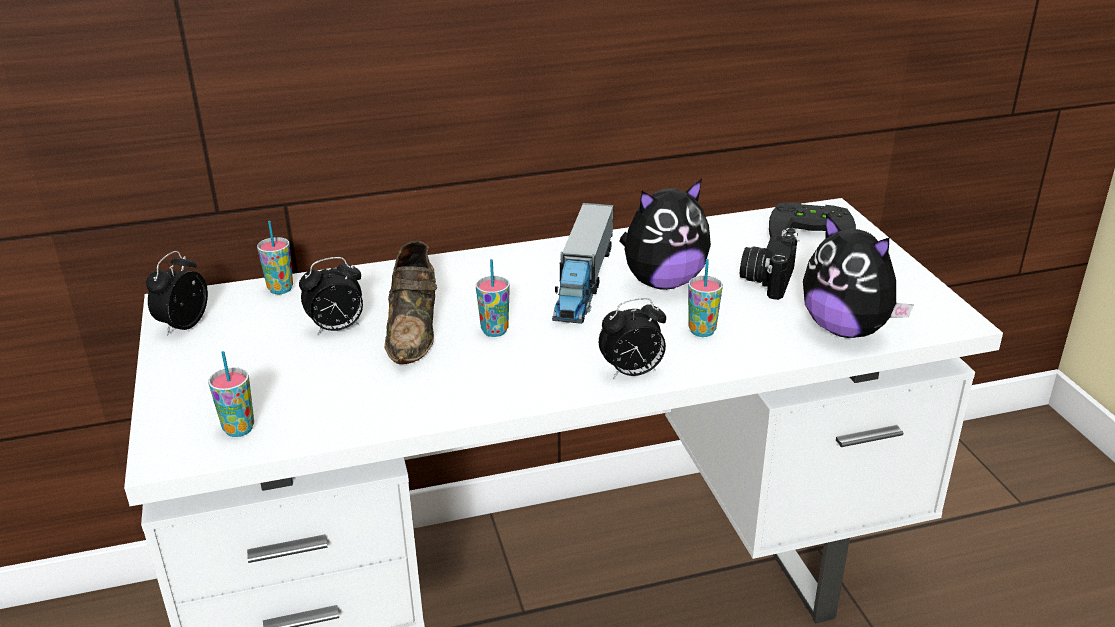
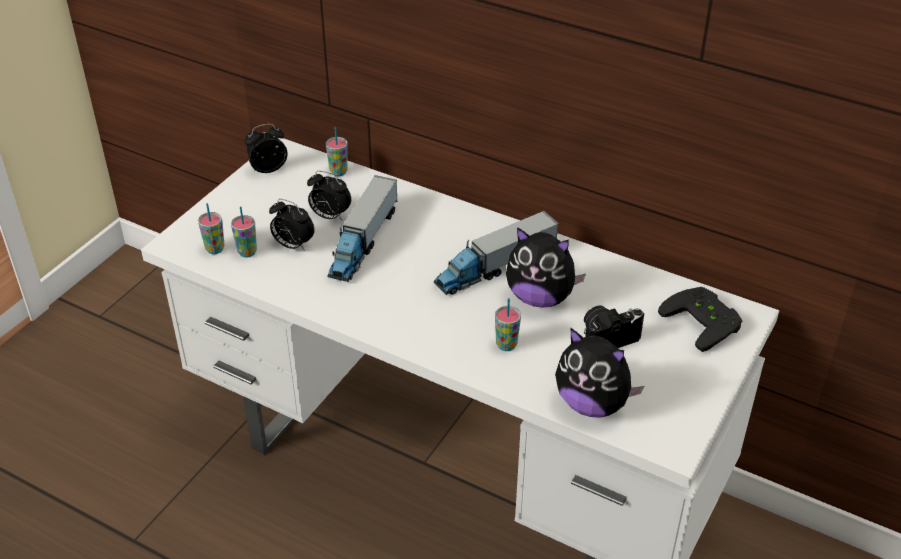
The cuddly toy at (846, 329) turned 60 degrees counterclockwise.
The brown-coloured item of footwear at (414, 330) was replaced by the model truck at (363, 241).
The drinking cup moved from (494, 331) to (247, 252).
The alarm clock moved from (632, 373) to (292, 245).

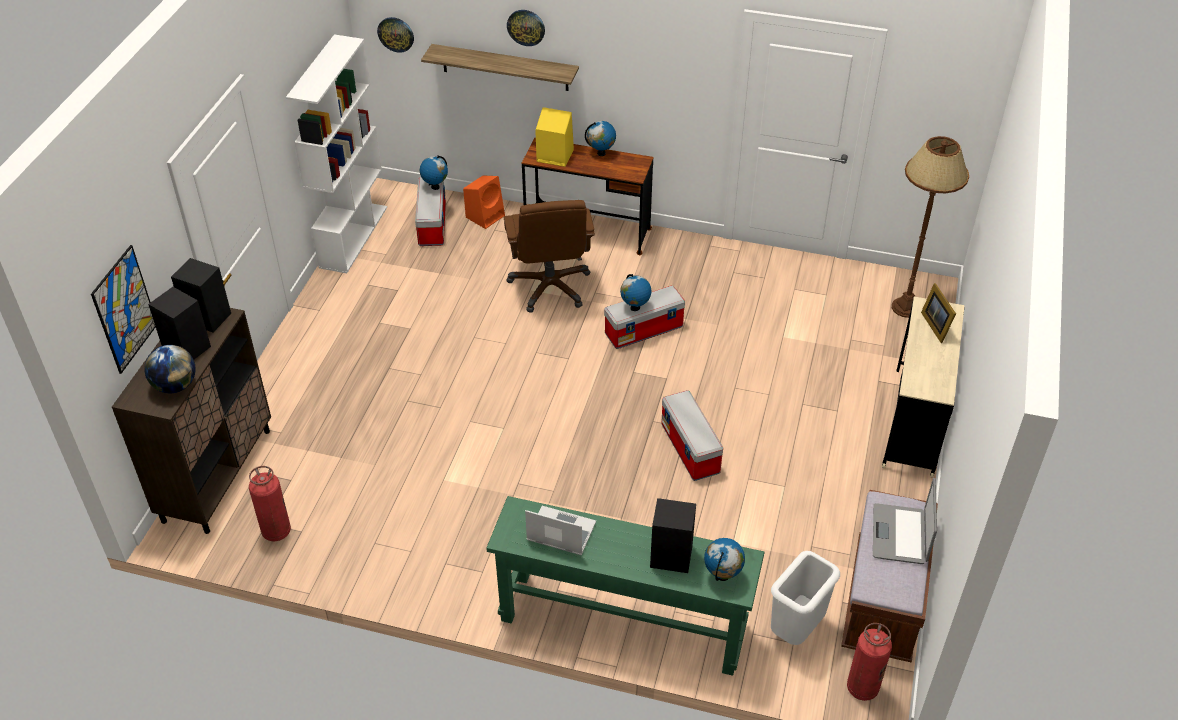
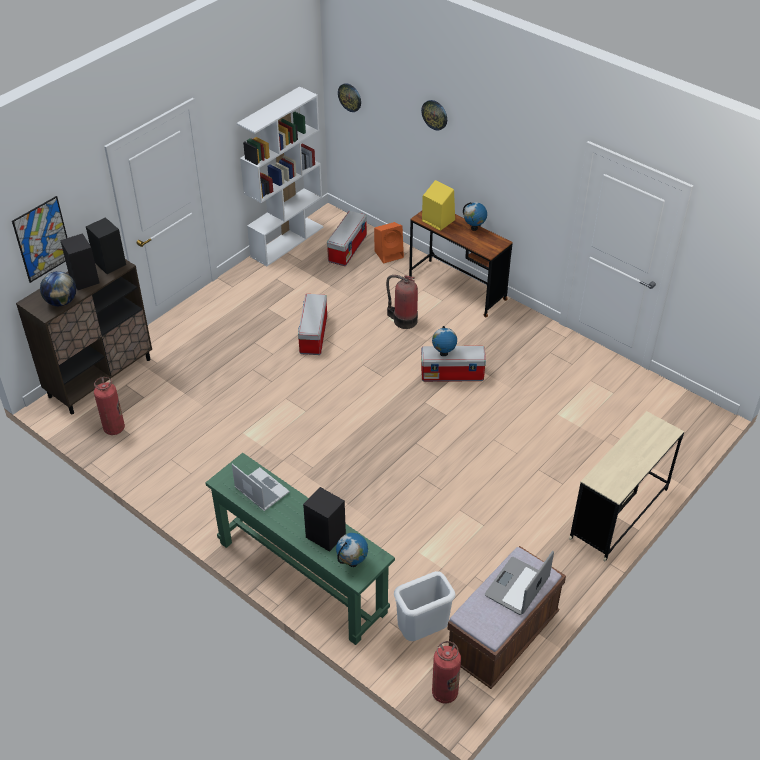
The shelf at (505, 67) disappeared.
The brown-coloured standard lamp at (905, 308) disappeared.
The world globe at (435, 187) disappeared.
The brown-coloured computer chair at (550, 287) was replaced by the extinguisher at (403, 320).
The photo frame at (936, 325) disappeared.
The storage box moved from (691, 449) to (314, 335).

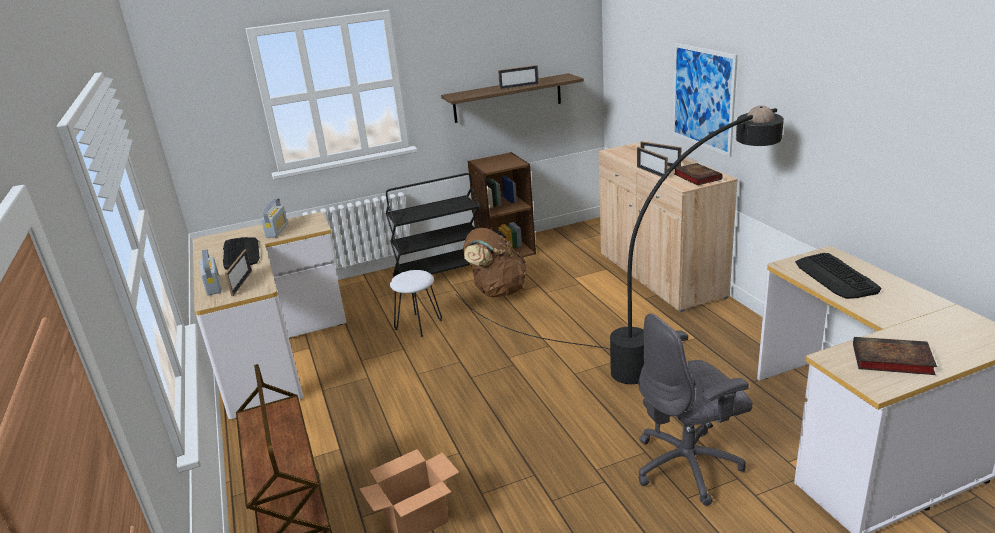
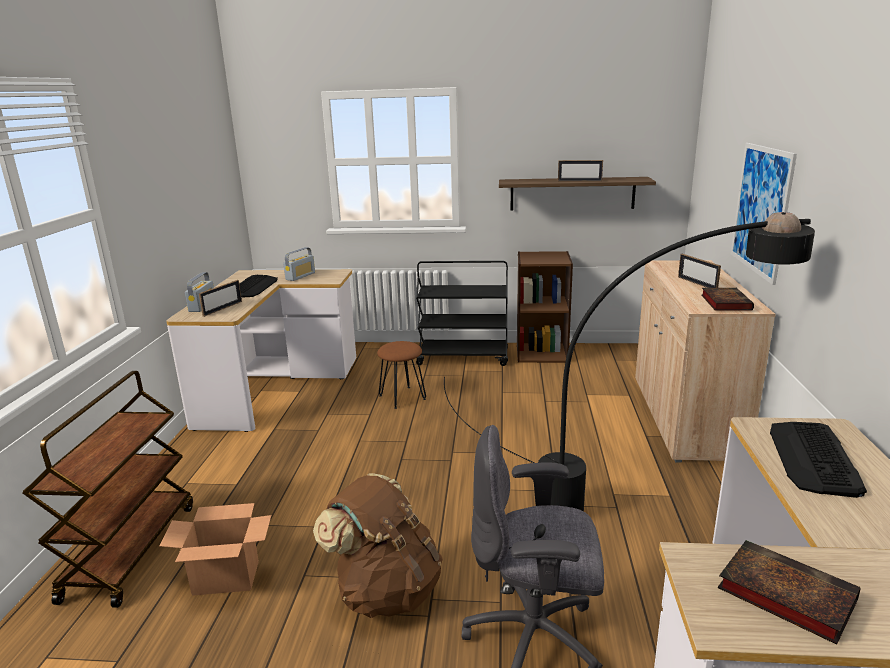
The photo frame at (651, 172) disappeared.
The brown-coloured rucksack moved from (497, 291) to (386, 590).
The whitish stool at (419, 325) became the brown-coloured stool at (402, 397).

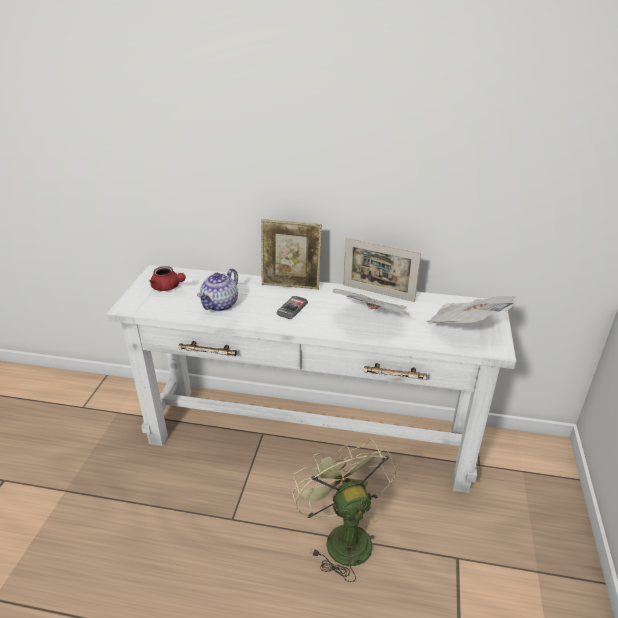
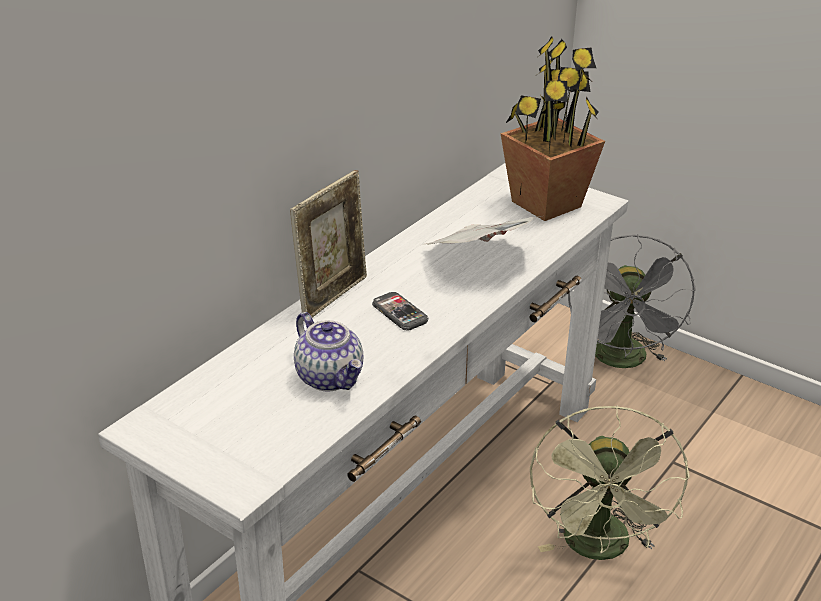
The photo frame at (378, 293) disappeared.
The red-coloured pot for tea at (168, 287) disappeared.
The printed paper at (466, 327) was replaced by the plant in a pot at (545, 204).
The green fan at (342, 536) turned 90 degrees counterclockwise.
The gray fan at (623, 361) appeared.

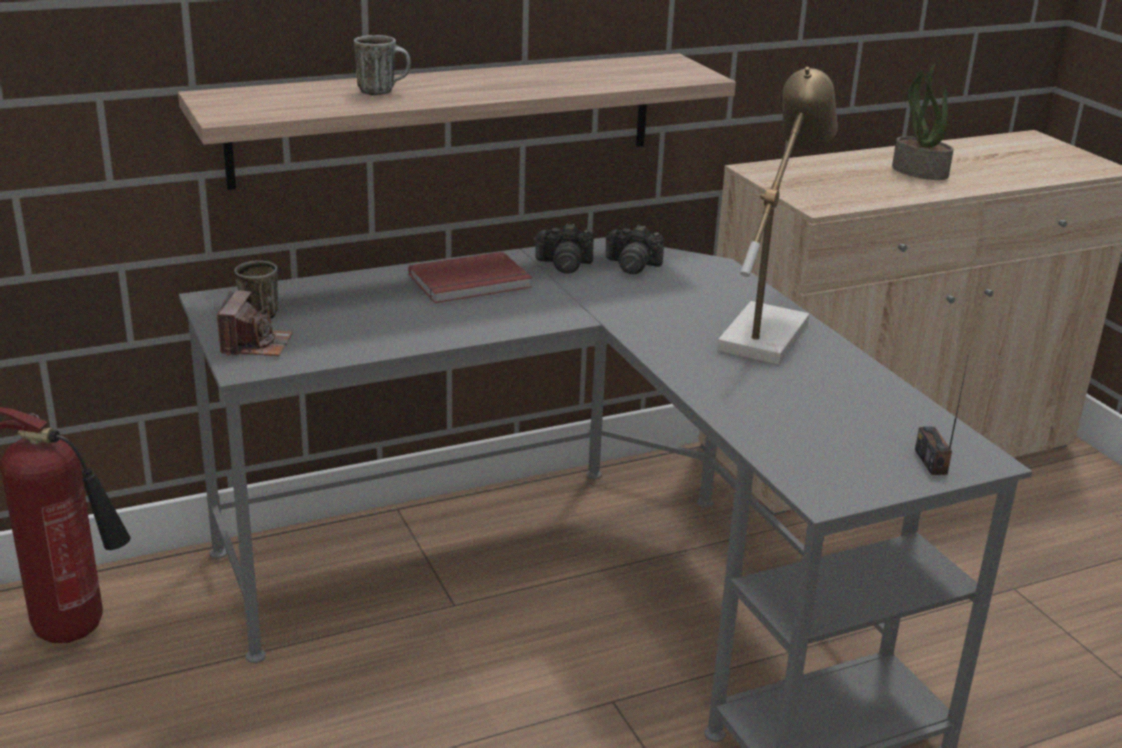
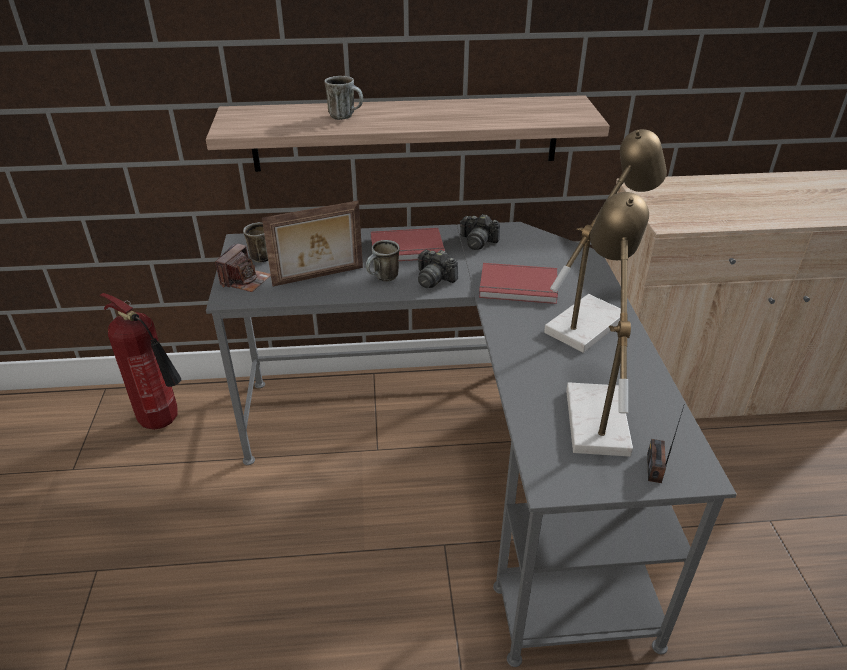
The plant in a pot at (918, 172) disappeared.
The photo camera moved from (632, 265) to (434, 279).
The table lamp at (593, 412) appeared.
The photo frame at (318, 277) appeared.
The coffee mug at (383, 278) appeared.
The red-coloured volume at (518, 287) appeared.

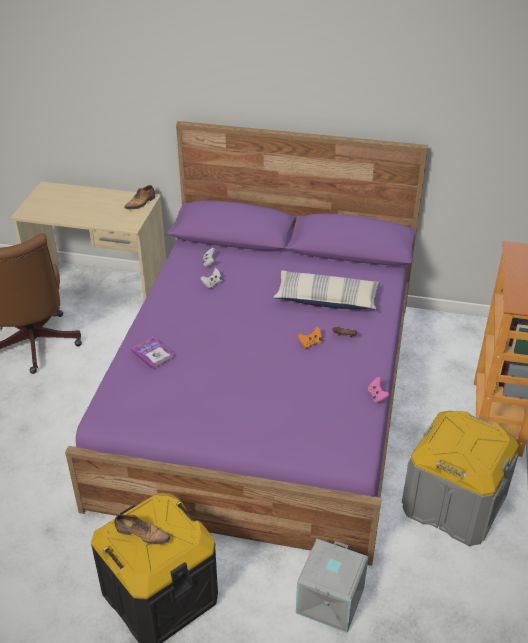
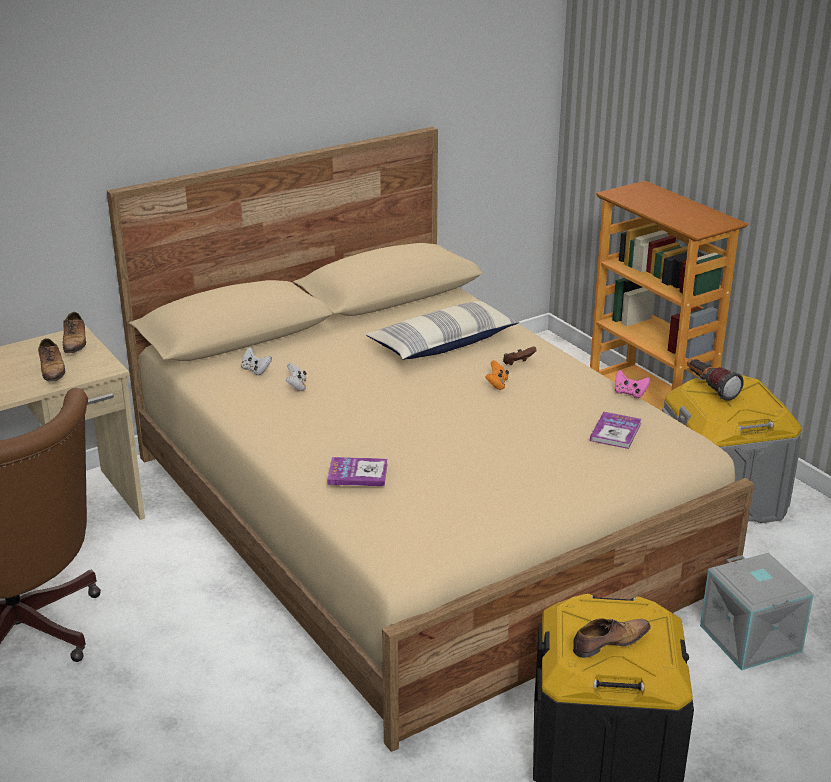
The purple sleeping bed at (265, 397) became the sand-coloured sleeping bed at (415, 516).
The item of footwear at (52, 370) appeared.
The hand torch at (709, 388) appeared.
The volume at (615, 432) appeared.

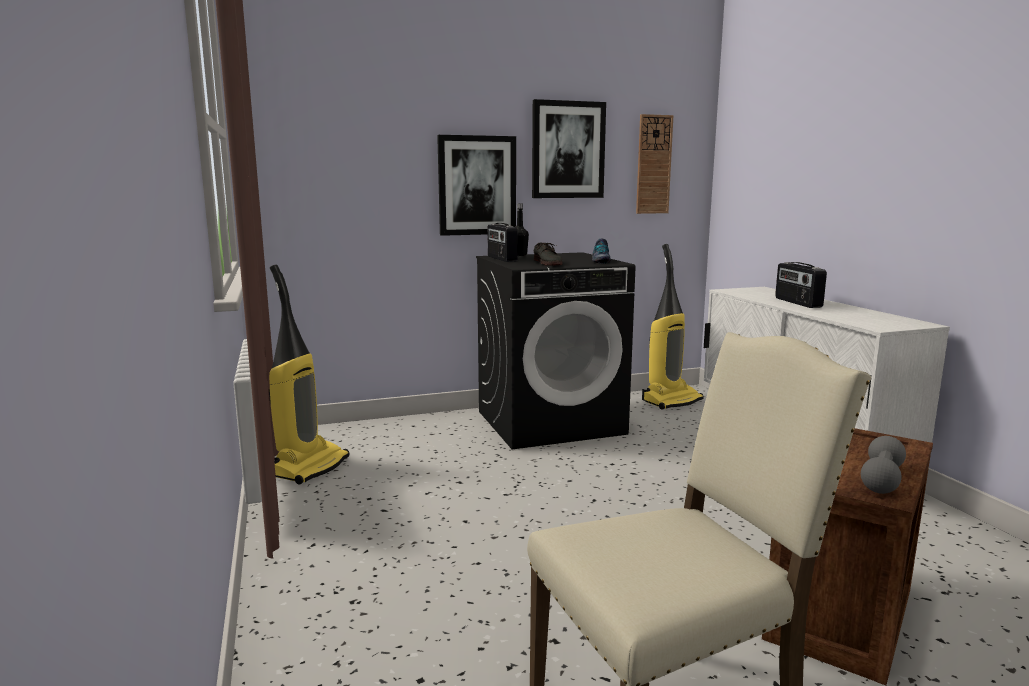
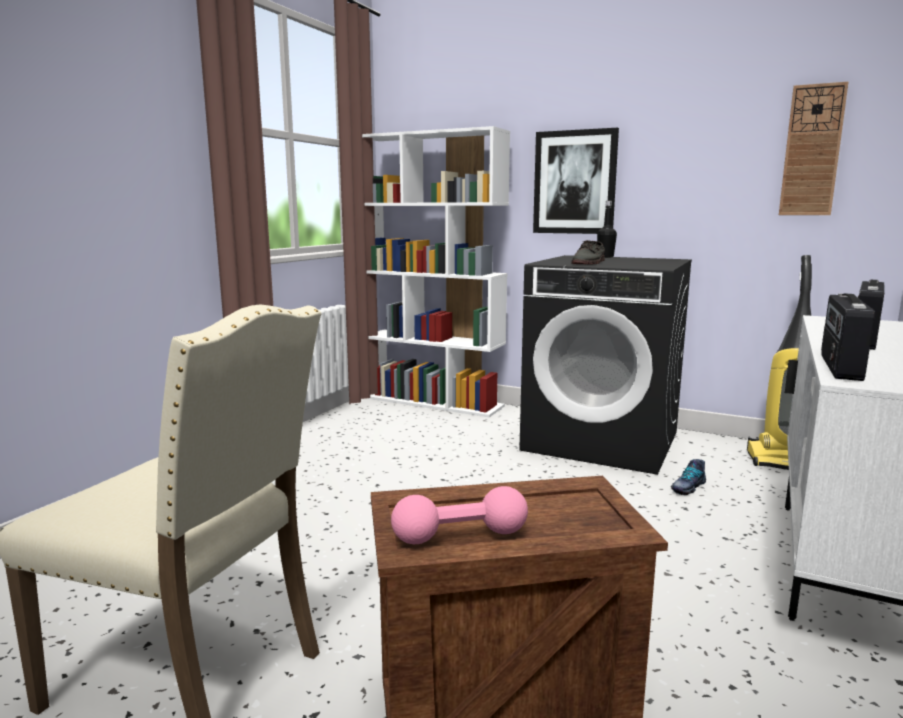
The wall art at (568, 150) disappeared.
The radio receiver moved from (501, 259) to (839, 367).
The item of footwear moved from (600, 261) to (687, 487).
The vacuum cleaner at (310, 466) disappeared.
The gray free weight at (881, 479) became the pink-coloured free weight at (460, 536).
The whitish bookcase at (434, 402) appeared.

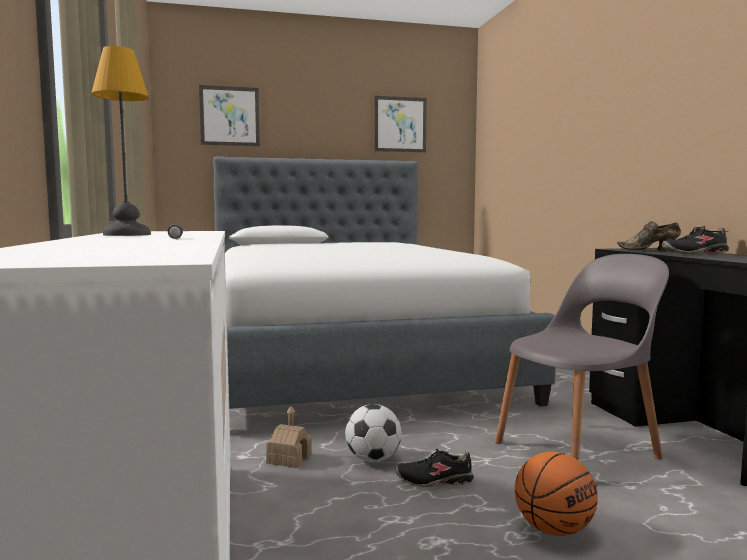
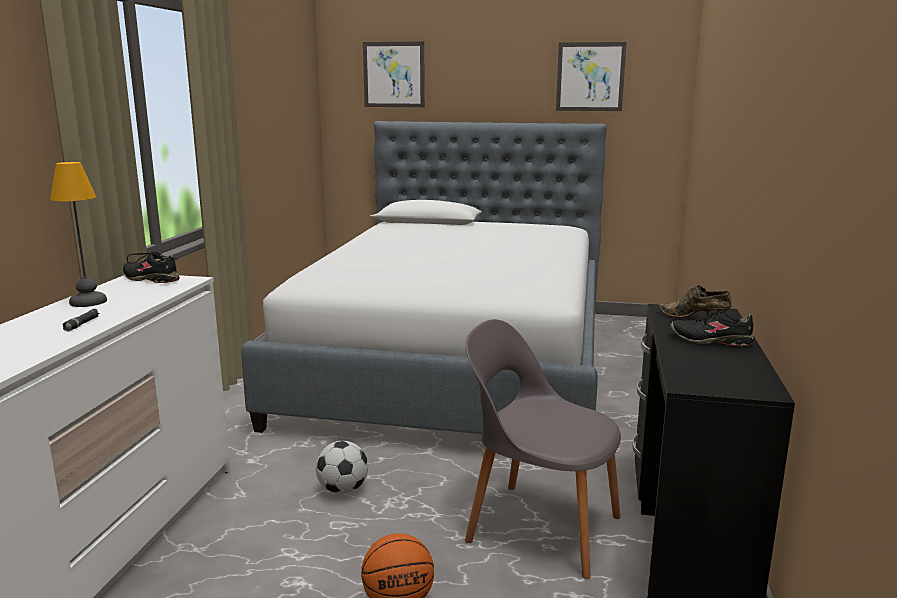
The gray plain chair at (579, 449) turned 150 degrees counterclockwise.
The toy house at (289, 459) disappeared.
The black item of footwear moved from (435, 480) to (151, 279).

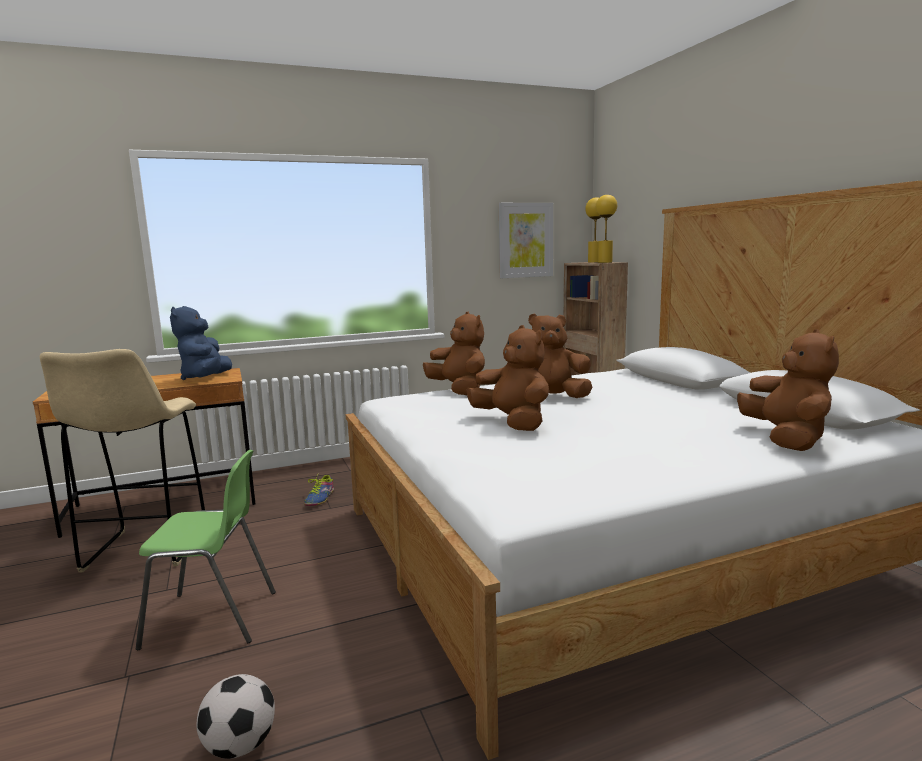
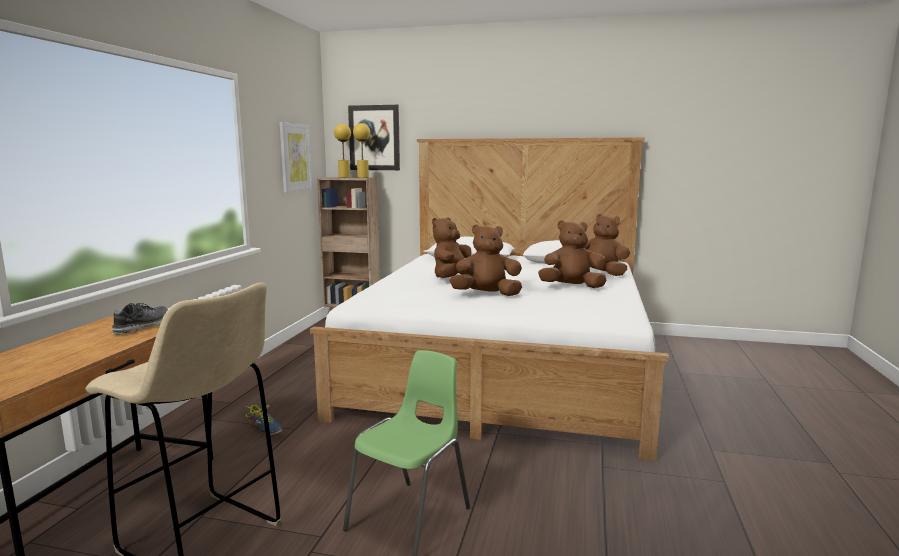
The blue-coloured cuddly toy at (206, 379) was replaced by the item of footwear at (142, 327).
The brown-coloured cuddly toy moved from (459, 390) to (571, 287).
The football ball at (240, 746) disappeared.
The wall art at (374, 138) appeared.

